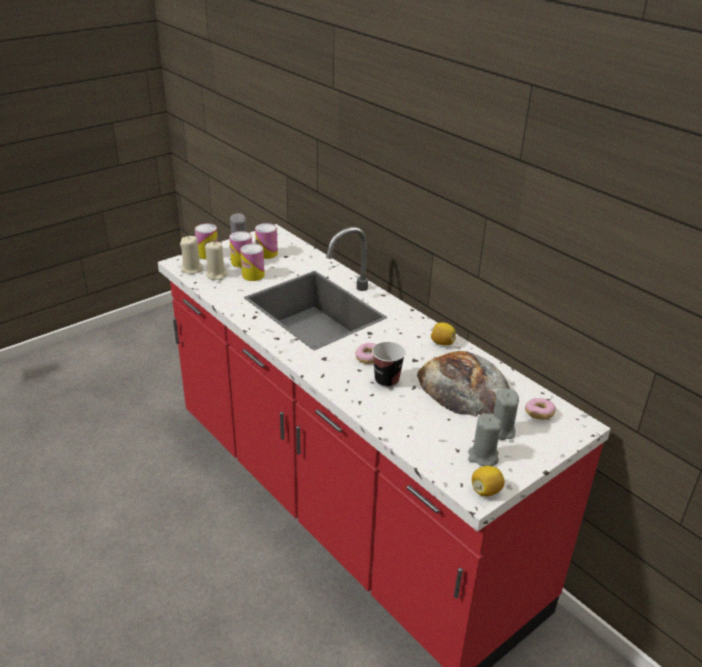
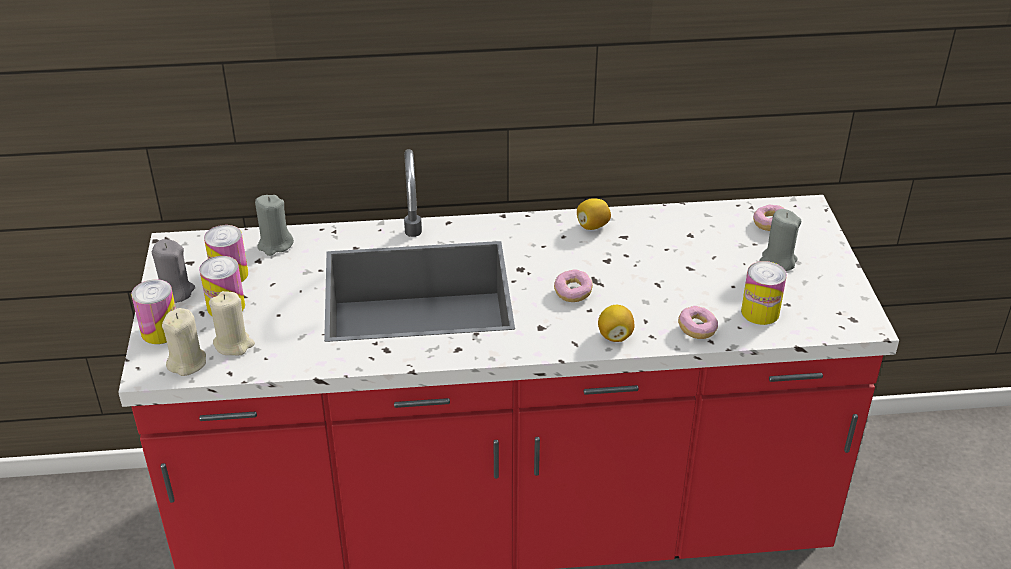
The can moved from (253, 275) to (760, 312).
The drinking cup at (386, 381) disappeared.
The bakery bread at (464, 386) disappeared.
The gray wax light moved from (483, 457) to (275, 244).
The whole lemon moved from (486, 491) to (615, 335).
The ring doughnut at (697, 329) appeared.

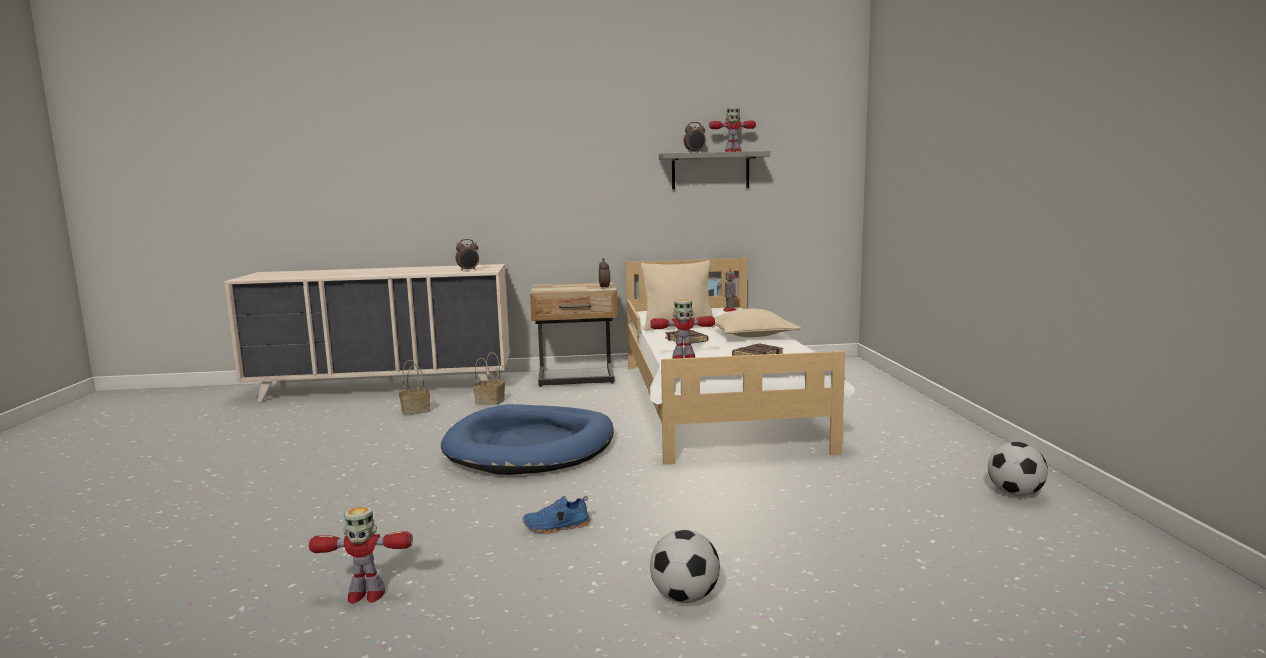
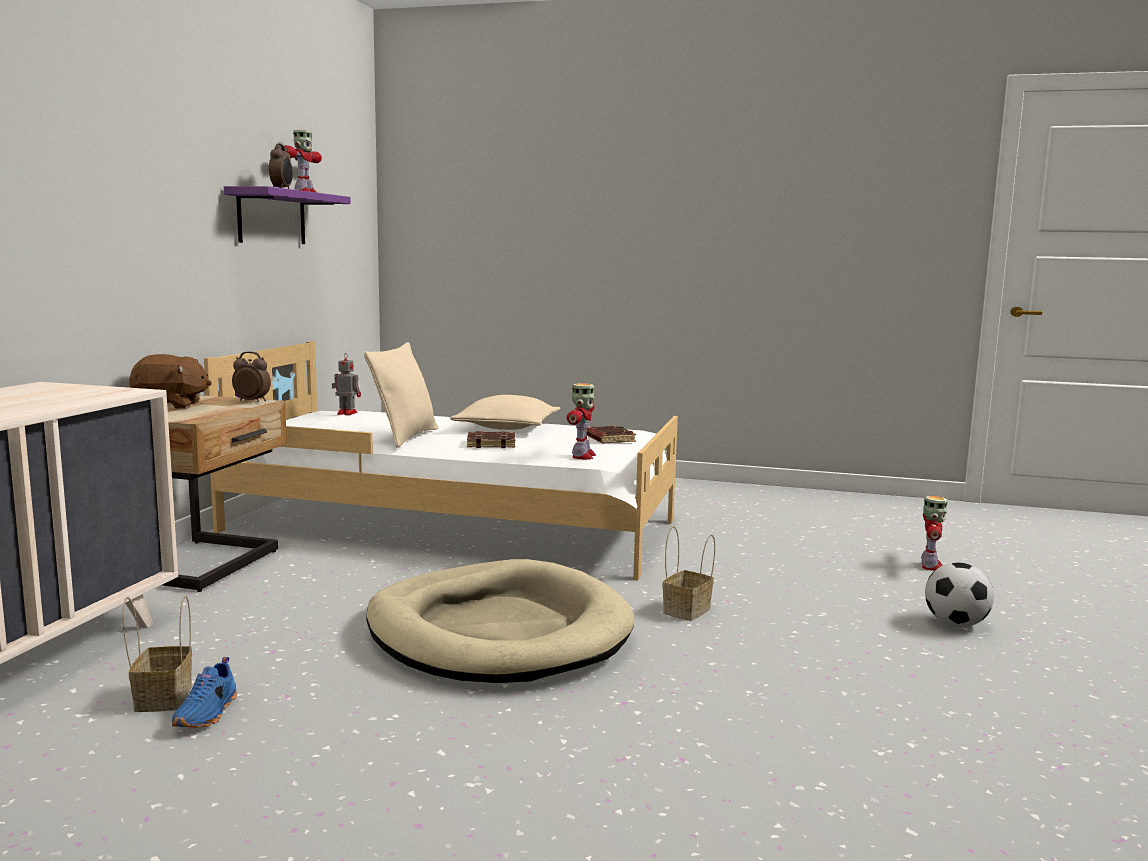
The gray shelf at (710, 171) became the purple shelf at (272, 217).
The alarm clock at (468, 270) disappeared.
The household basket moved from (489, 402) to (687, 611).
The blue-coloured dog bed at (531, 446) became the sand-coloured dog bed at (498, 632).
The football ball at (1015, 494) disappeared.
The blue-coloured item of footwear moved from (557, 527) to (208, 714).
The toy robot moved from (365, 595) to (930, 566).
The brown-coloured cuddly toy at (170, 406) appeared.

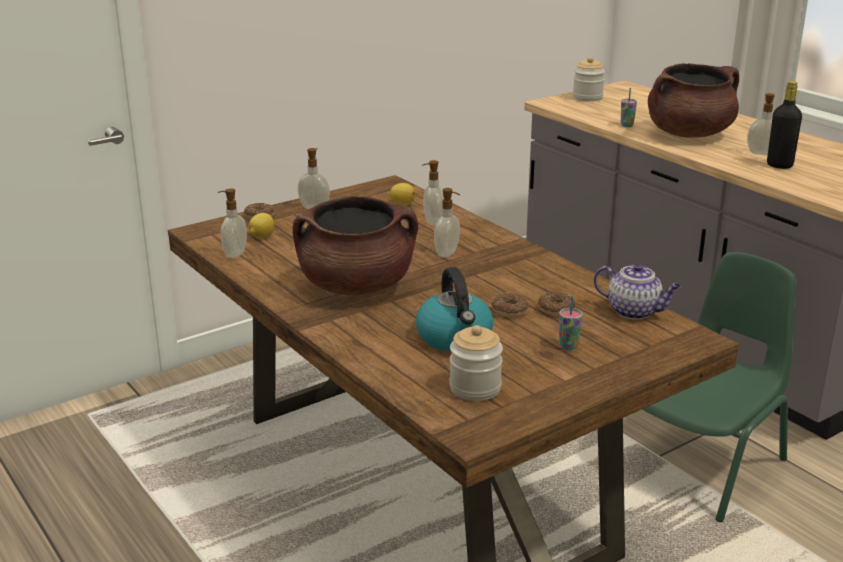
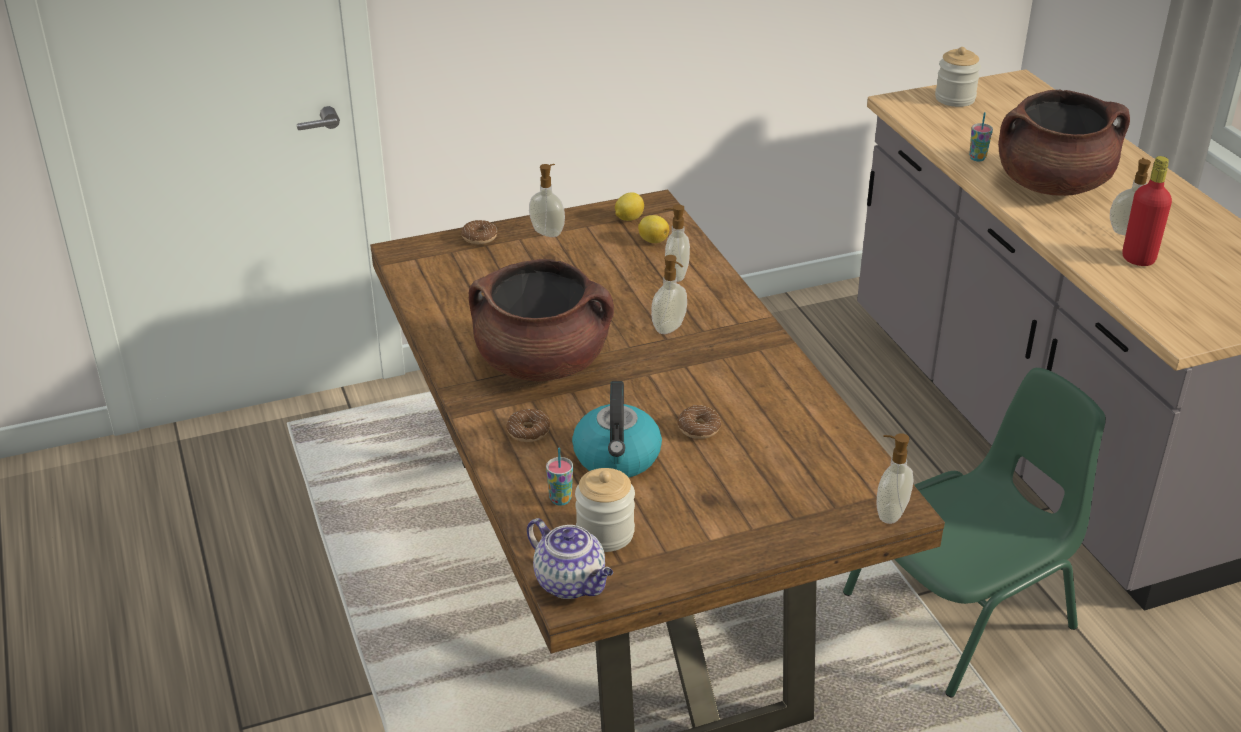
The black drink bottle at (779, 165) became the red-coloured drink bottle at (1138, 259).
The liquid soap bottle moved from (234, 254) to (889, 513).
The whole lemon moved from (261, 236) to (628, 218).
The pot for tea moved from (635, 311) to (571, 583).
The ring doughnut moved from (555, 309) to (528, 431).
The drinking cup moved from (568, 346) to (560, 499).

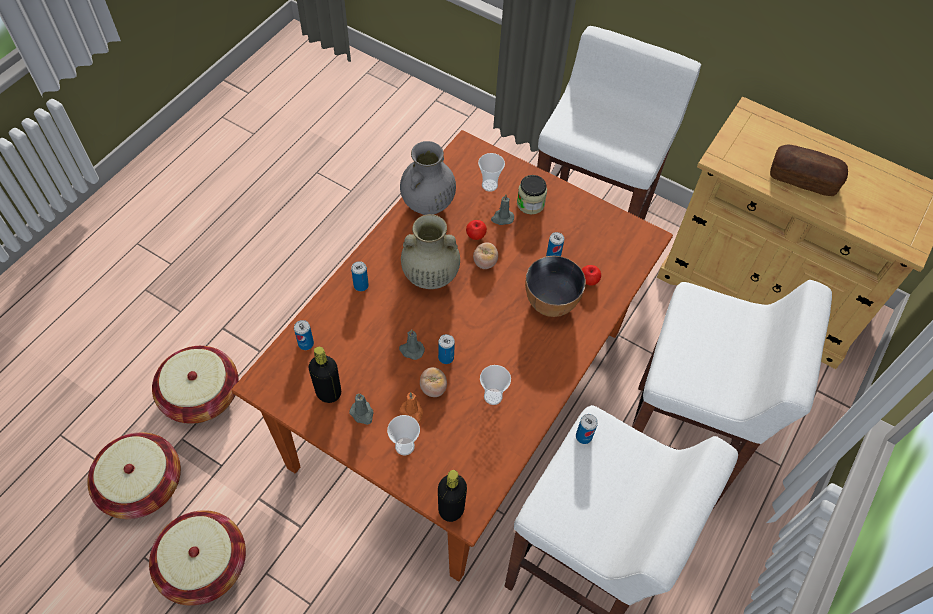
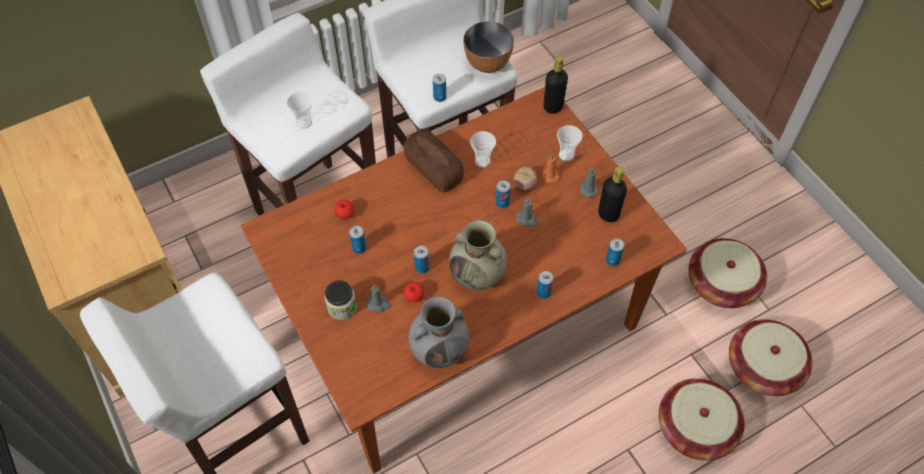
The bakery bread moved from (803, 179) to (433, 168).
The drinking cup moved from (489, 185) to (304, 122).
The tomato at (485, 262) was replaced by the can at (422, 267).
The serving bowl moved from (551, 302) to (487, 64).

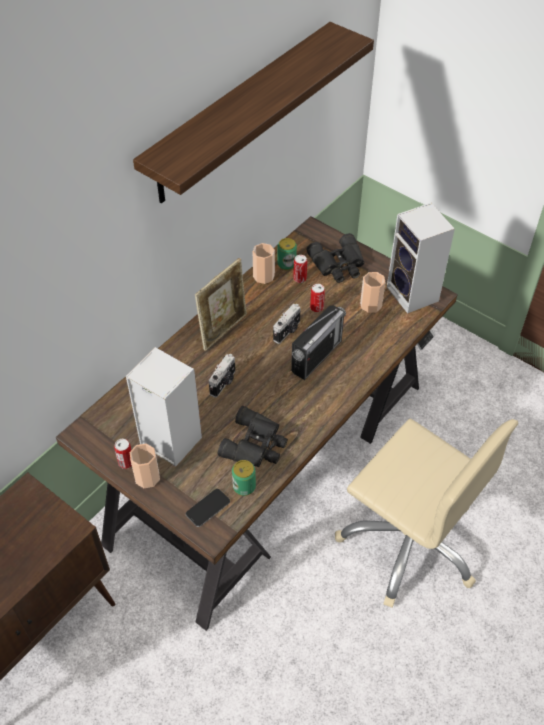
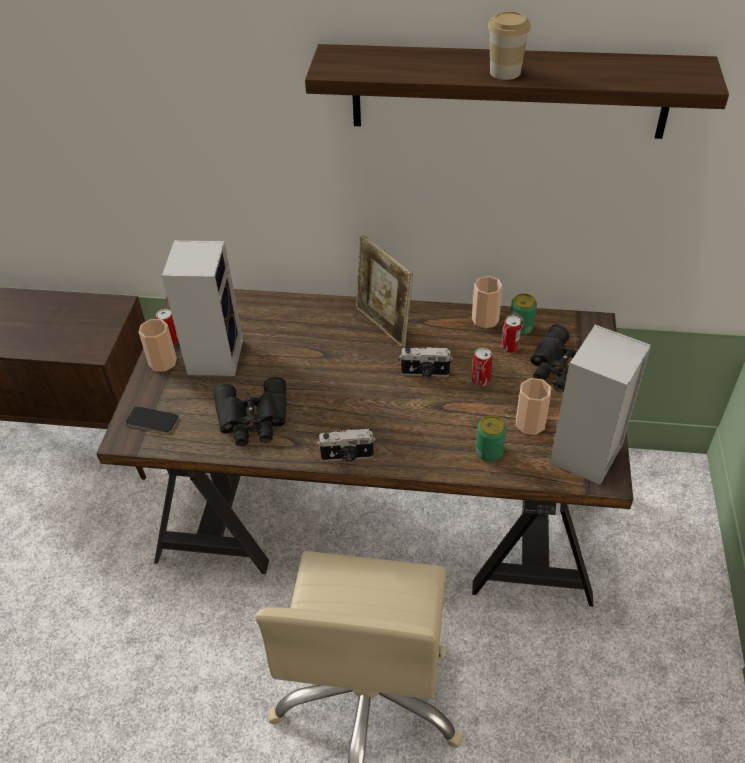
The photo frame at (223, 330) turned 45 degrees clockwise.
The radio receiver at (316, 356) disappeared.
The photo camera moved from (224, 383) to (347, 456).
The can moved from (244, 486) to (489, 452).
The drinking cup at (505, 72) appeared.

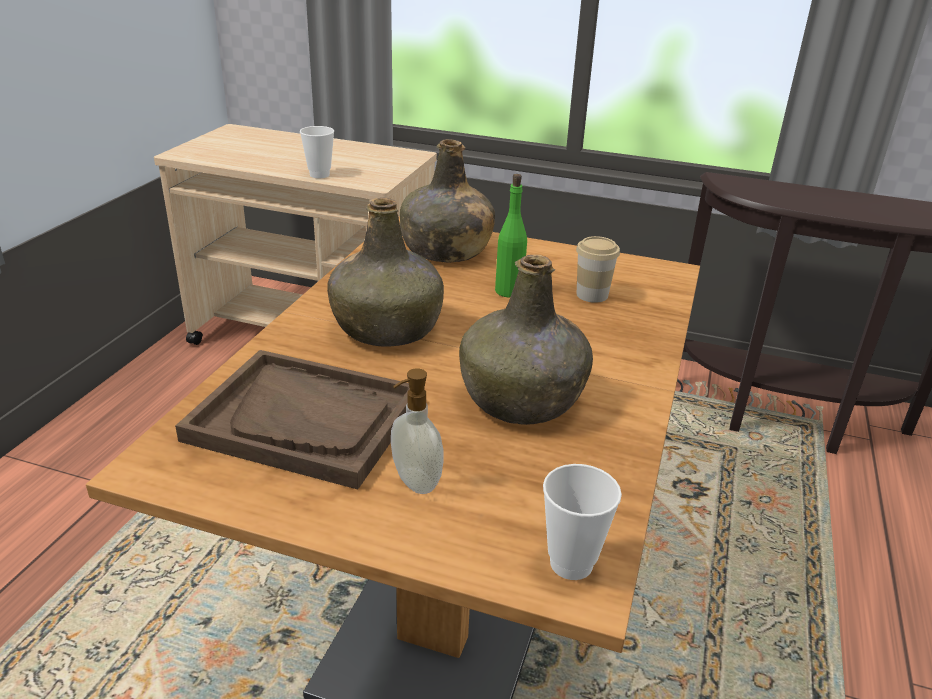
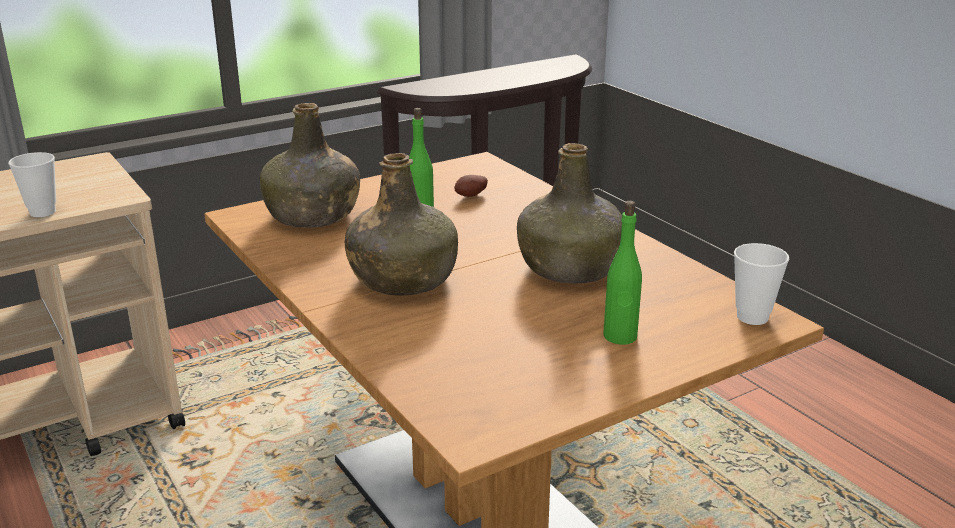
The drinking cup at (592, 295) was replaced by the whole potato at (472, 196).
The brown-coloured serving tray at (305, 420) disappeared.
The liquid soap bottle at (414, 482) was replaced by the green drink bottle at (620, 336).

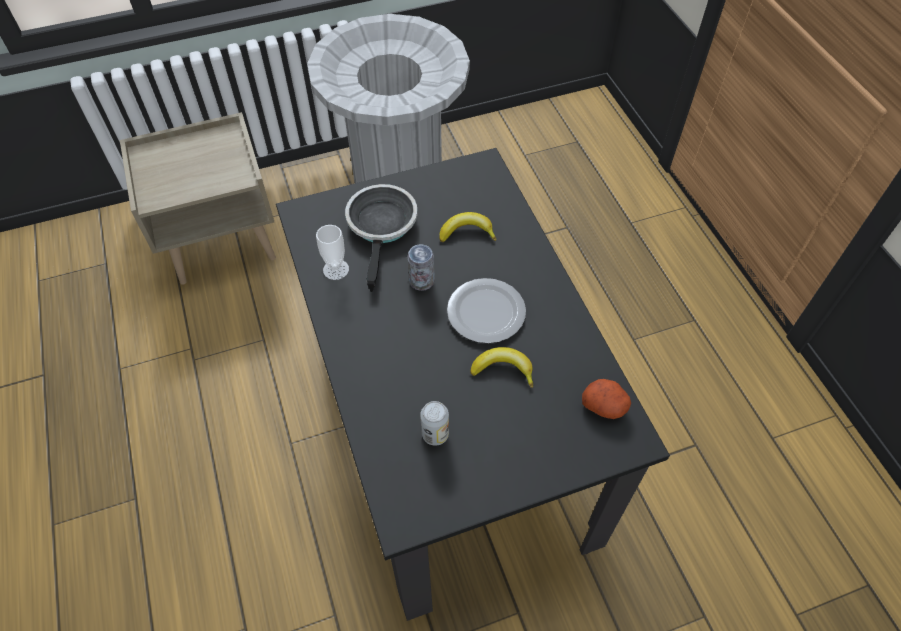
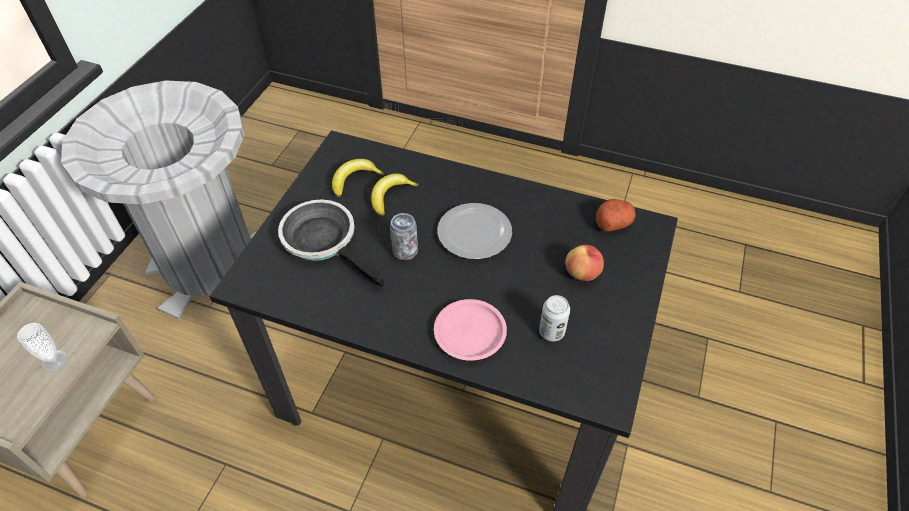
The drinking cup moved from (336, 269) to (54, 361).
The banana fruit moved from (503, 369) to (354, 180).
The apple at (582, 273) appeared.
The pink-coloured plate at (470, 333) appeared.

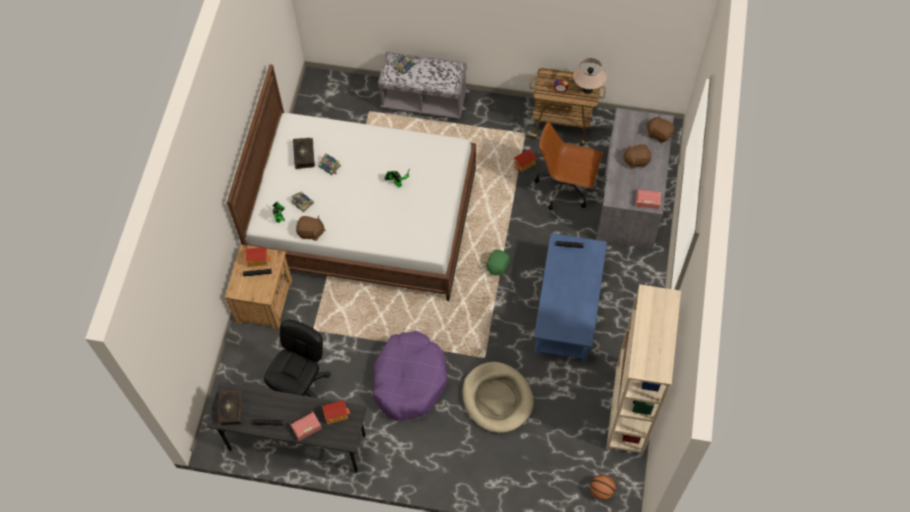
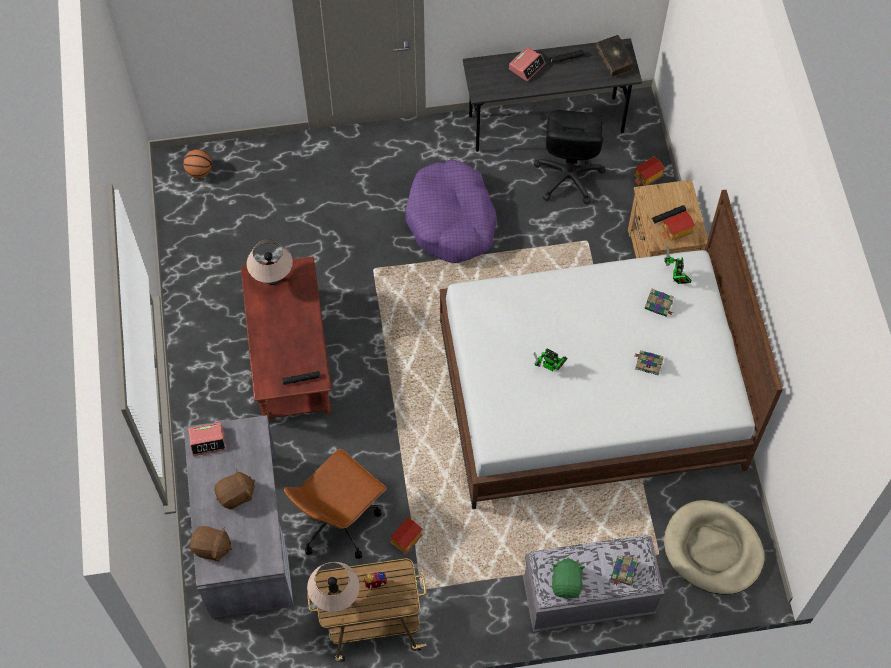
The brown-coloured computer chair at (565, 187) turned 135 degrees clockwise.
The volume at (303, 155) disappeared.
The brown-coloured cuddly toy at (311, 232) disappeared.
The blue-coloured low table at (567, 309) became the brown-coloured low table at (290, 354).
The green cuddly toy moved from (497, 266) to (566, 583).
The sand-coloured bookcase at (629, 410) disappeared.
The sand-coloured dog bed moved from (497, 398) to (712, 549).
The toy house moved from (336, 414) to (648, 177).
The sand-coloured table lamp at (272, 279) appeared.

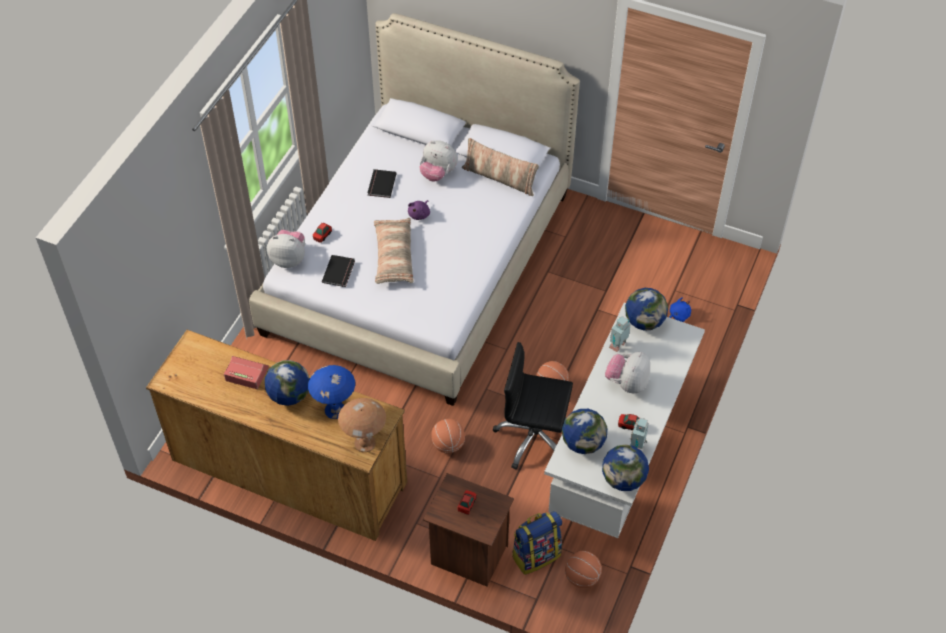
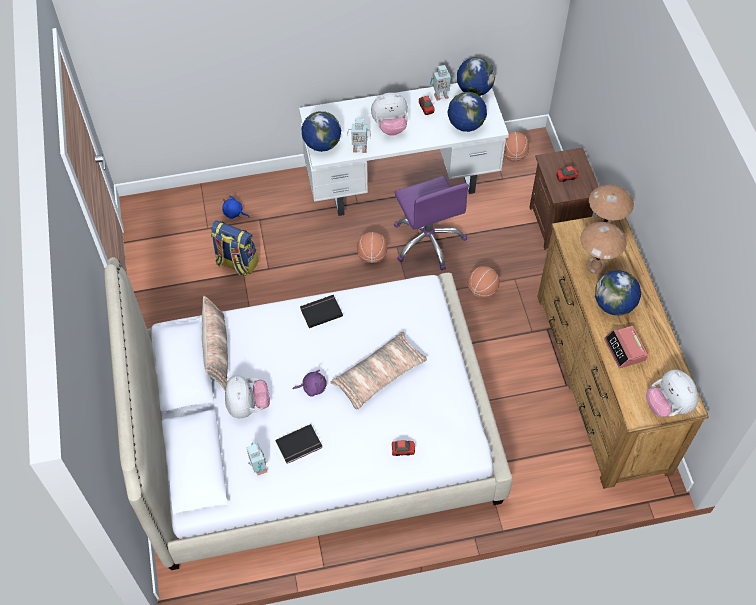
The cuddly toy moved from (289, 259) to (667, 405).
The black volume moved from (339, 272) to (320, 311).
The black computer chair at (534, 438) became the purple computer chair at (428, 241).
The blue-coloured table lamp at (335, 410) became the brown-coloured table lamp at (596, 265).
The rucksack moved from (536, 555) to (236, 263).
The toy robot at (258, 468) appeared.

